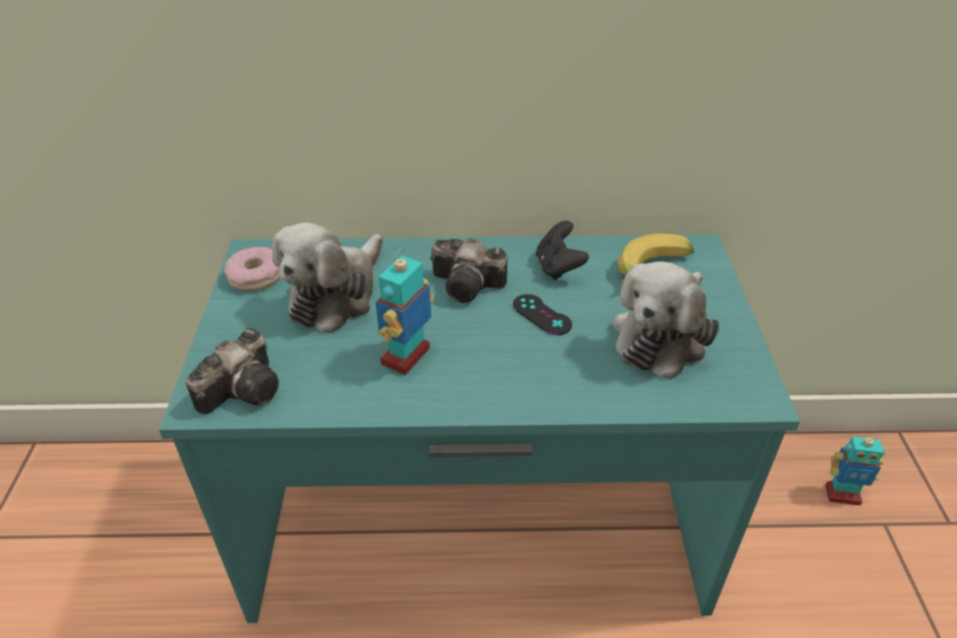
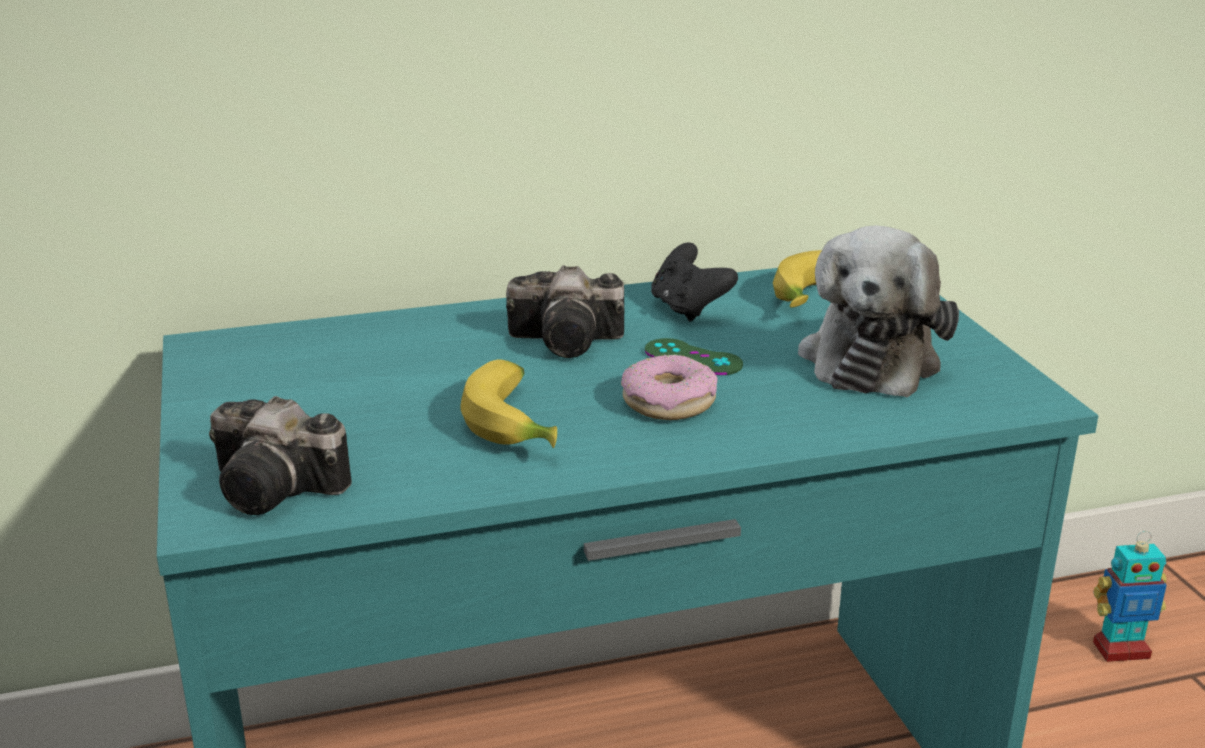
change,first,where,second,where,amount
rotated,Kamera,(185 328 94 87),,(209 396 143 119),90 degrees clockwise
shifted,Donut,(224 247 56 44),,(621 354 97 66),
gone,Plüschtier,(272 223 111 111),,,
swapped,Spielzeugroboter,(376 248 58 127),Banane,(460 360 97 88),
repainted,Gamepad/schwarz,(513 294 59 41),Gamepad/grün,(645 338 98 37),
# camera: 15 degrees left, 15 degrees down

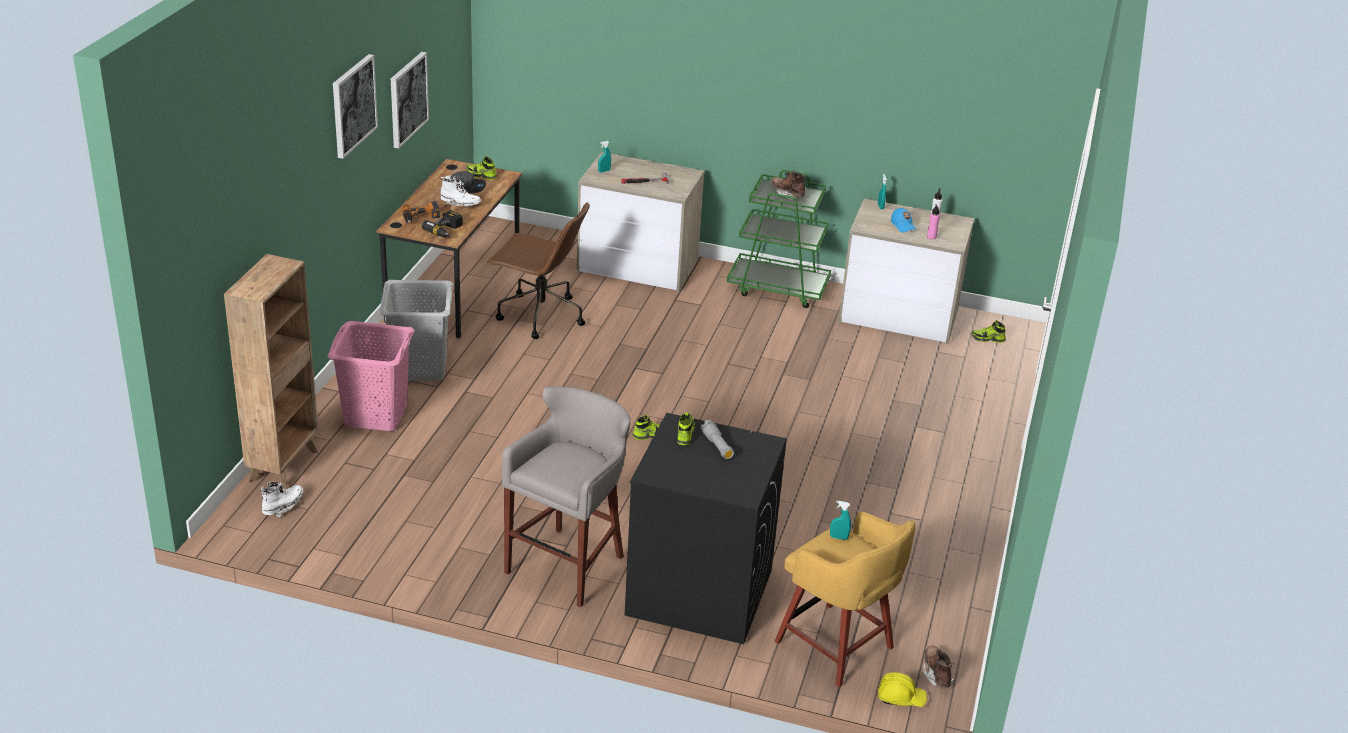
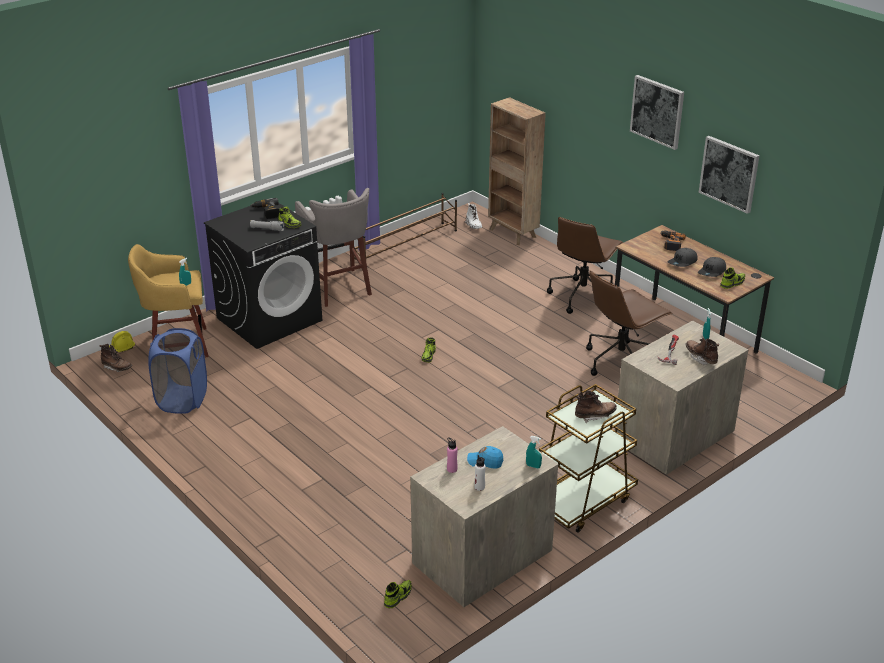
change,first,where,second,where,amount
gone,Wäschekorb/rosa,(327 321 88 110),,,
swapped,Wäschekorb/grau,(380 280 73 101),Bürostuhl/braun,(547 217 77 97),
shifted,Bohrmaschine,(422 210 41 27),,(250 198 29 21),
swapped,Stiefel/weiß,(440 176 42 32),Kappe/grau,(668 248 30 19),
repainted,Rollwagen/grün,(727 170 104 138),Rollwagen/braun,(539 384 99 149),
new,,,Wäschekorb/blau,(149 328 58 86),
new,,,Schuhregal/braun,(354 193 103 66),
new,,,Stiefel/braun,(685 338 34 27),
# camera: 125 degrees right, 0 degrees up

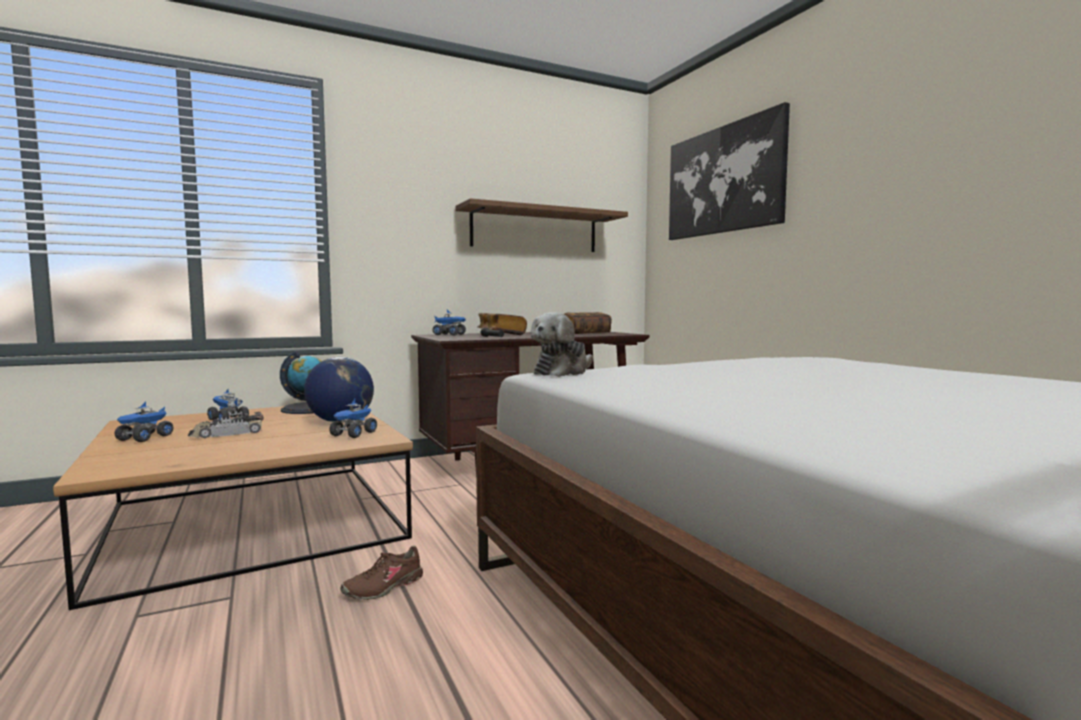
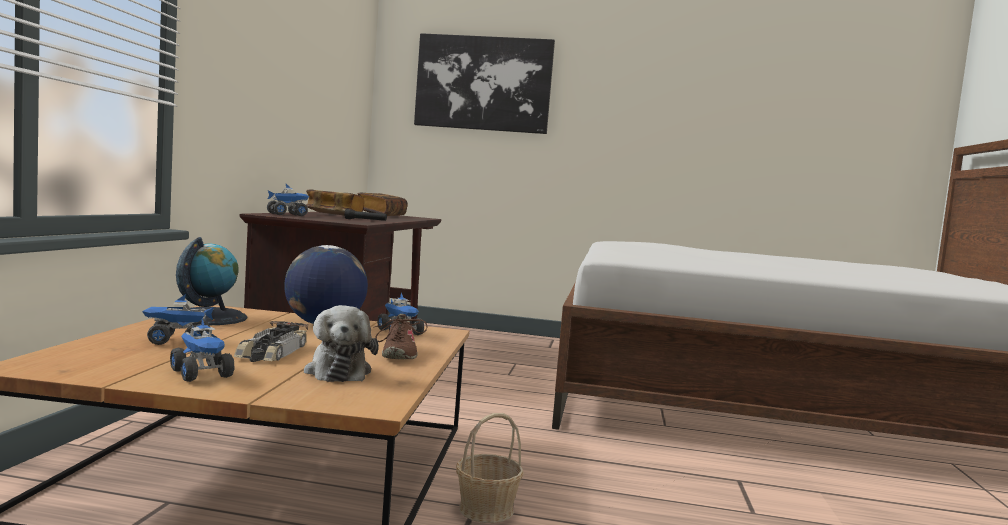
change,first,where,second,where,amount
shifted,Schuh/braun,(340 545 83 55),,(373 314 54 45),
gone,Wandregal/braun,(455 198 173 54),,,
shifted,Plüschtier,(531 312 62 65),,(304 305 75 77),
new,,,Korb,(456 413 68 110),
# camera: 55 degrees left, 0 degrees up

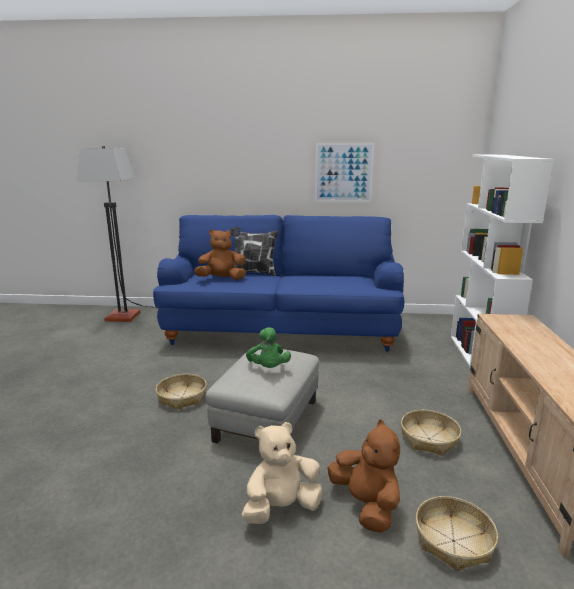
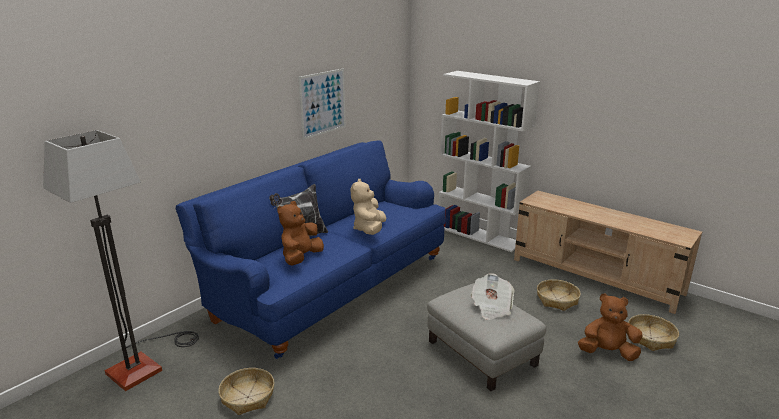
change,first,where,second,where,amount
shifted,Korb,(156 374 51 36),,(218 368 56 47),
shifted,Plüschtier/beige,(242 422 81 102),,(350 179 36 56),
swapped,Plüschtier/grün,(246 327 45 41),Zeitung,(471 273 44 47),
# camera: 55 degrees left, 5 degrees up

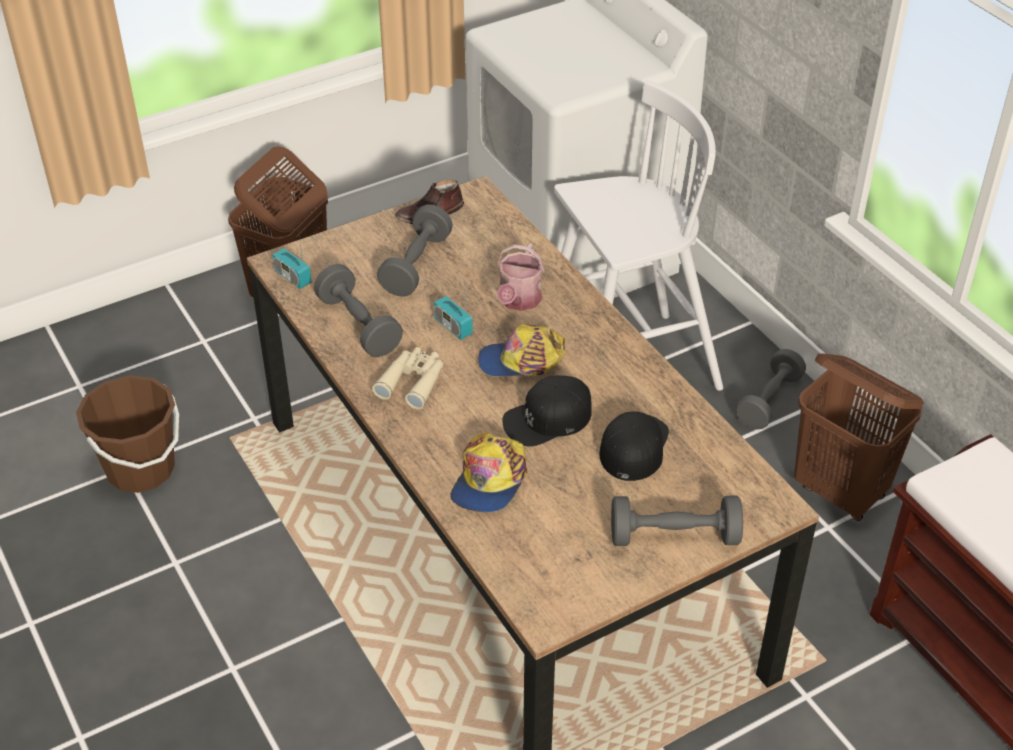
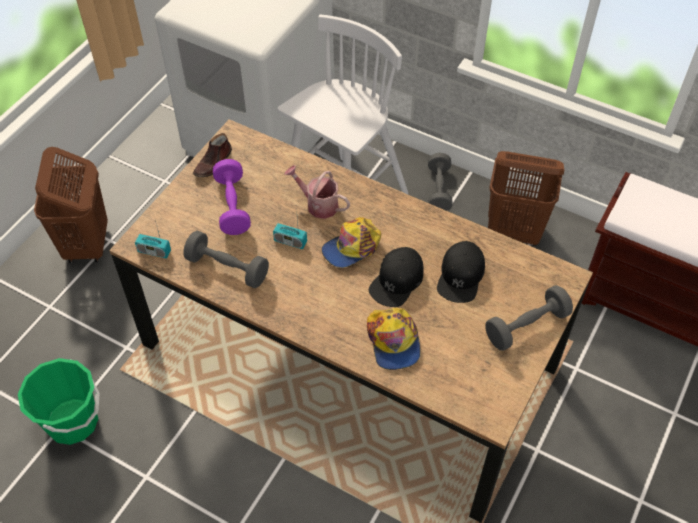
change,first,where,second,where,amount
repainted,Eimer/braun,(76 375 103 118),Eimer/grün,(18 358 81 87),
gone,Fernglas/beige,(372 347 71 62),,,
repainted,Hantel/grau,(377 204 76 93),Hantel/lila,(213 159 38 76),
rotated,Gießkanne,(497 243 48 68),,(285 165 65 54),135 degrees clockwise
rotated,Kappe/schwarz,(599 412 70 69),,(437 241 48 62),150 degrees counterclockwise
# camera: 30 degrees left, 10 degrees up

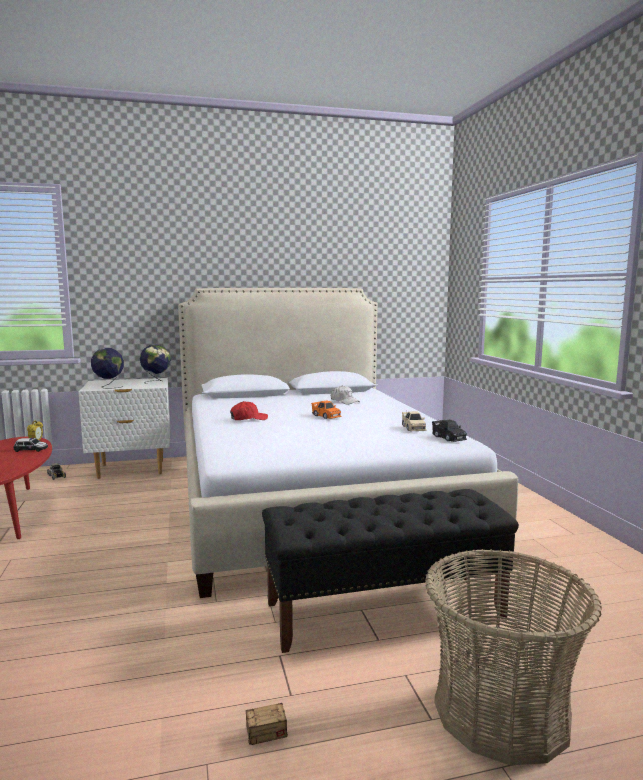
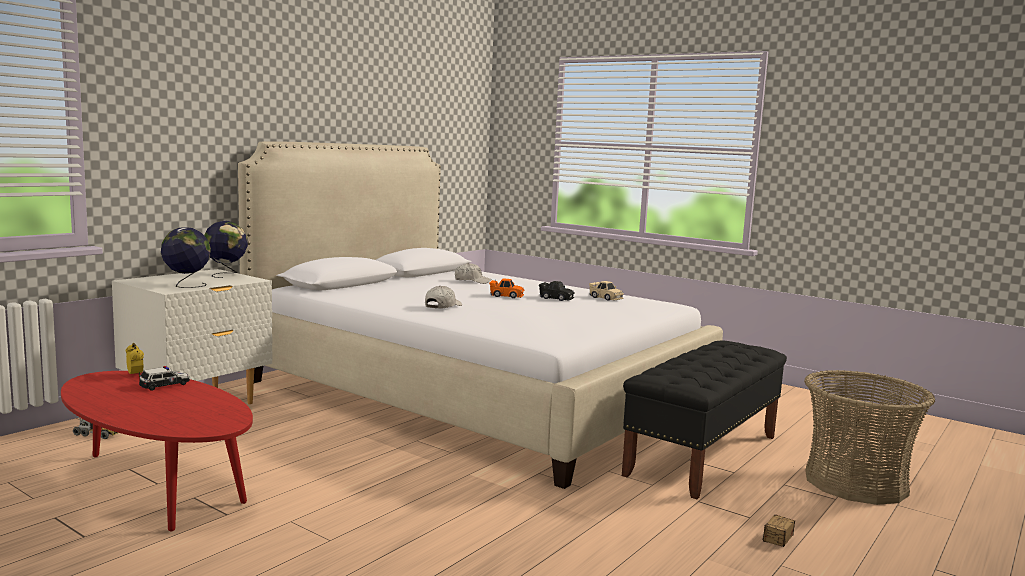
change,first,where,second,where,amount
repainted,Kappe/rot,(230 401 38 19),Kappe/weiß,(425 286 37 23),
shifted,Spielzeugauto/schwarz,(432 420 35 22),,(539 281 35 20),
# camera: 40 degrees left, 0 degrees up

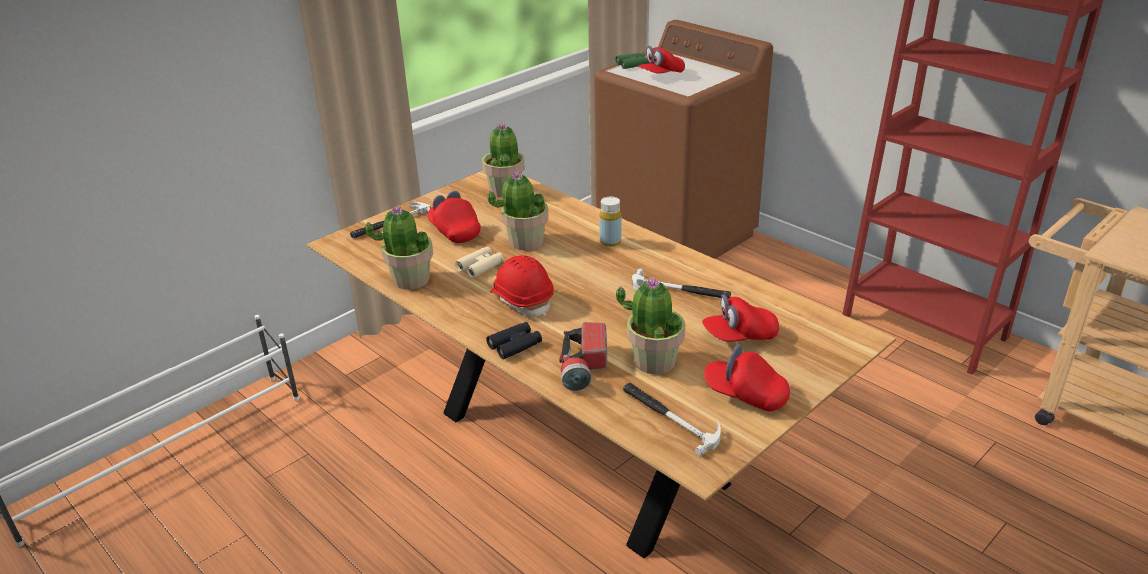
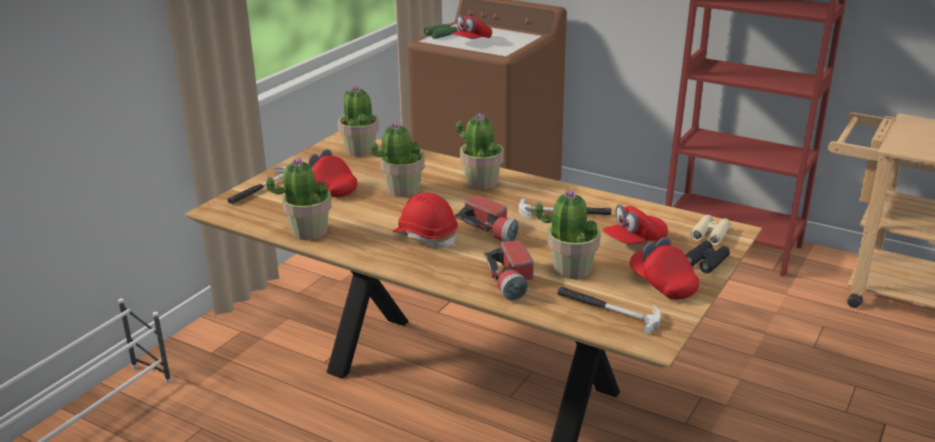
change,first,where,second,where,amount
shifted,Fernglas/beige,(455 246 49 32),,(690 215 41 30),
shifted,Fernglas/schwarz,(486 322 56 37),,(686 241 44 33),
swapped,Flasche/gelb,(599 197 22 50),Topfpflanze,(456 112 48 77),
rotated,Kappe/rot,(704 344 86 67),,(630 237 69 63),45 degrees clockwise
new,,,Taschenlampe,(455 195 64 47),
# camera: 15 degrees left, 5 degrees down

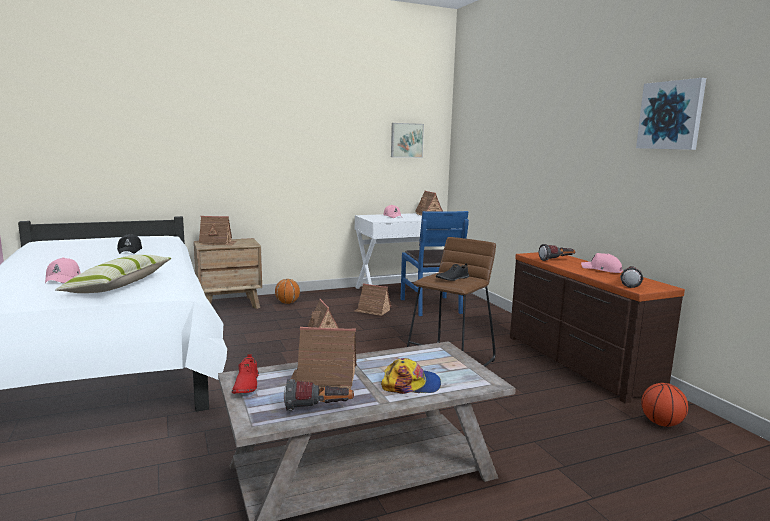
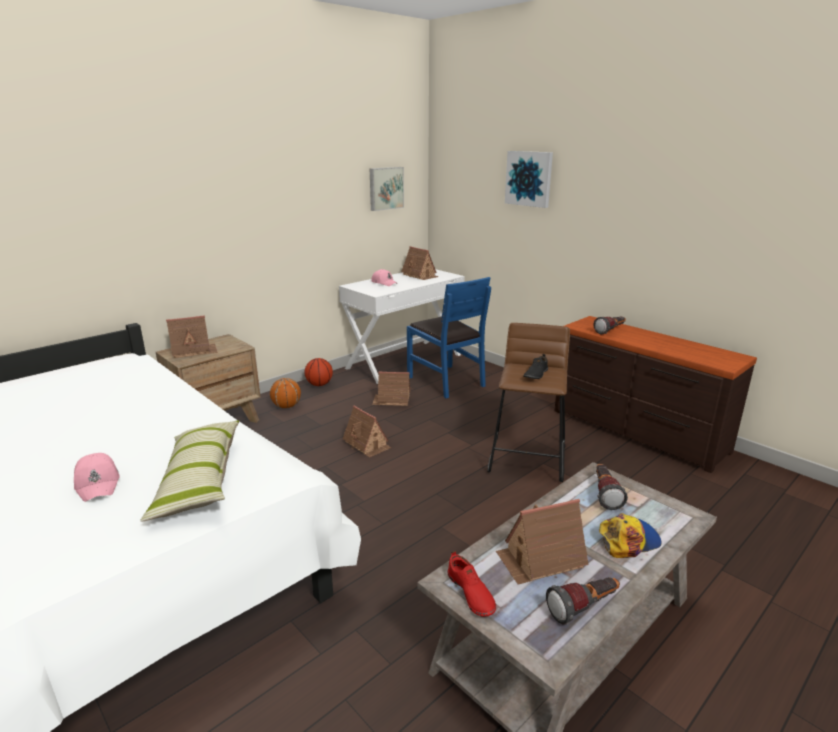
change,first,where,second,where,amount
gone,Kappe/schwarz,(117 234 25 20),,,
gone,Kappe/rosa,(581 253 42 20),,,
shifted,Taschenlampe,(620 266 23 22),,(596 464 32 46),
shifted,Bild,(636 78 70 72),,(505 151 48 57),
shifted,Basketball,(641 383 47 44),,(304 358 29 28),
# camera: 20 degrees left, 10 degrees up

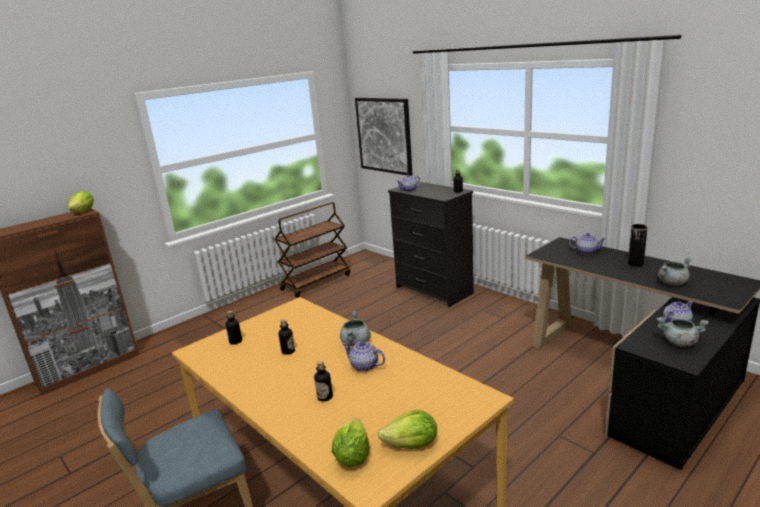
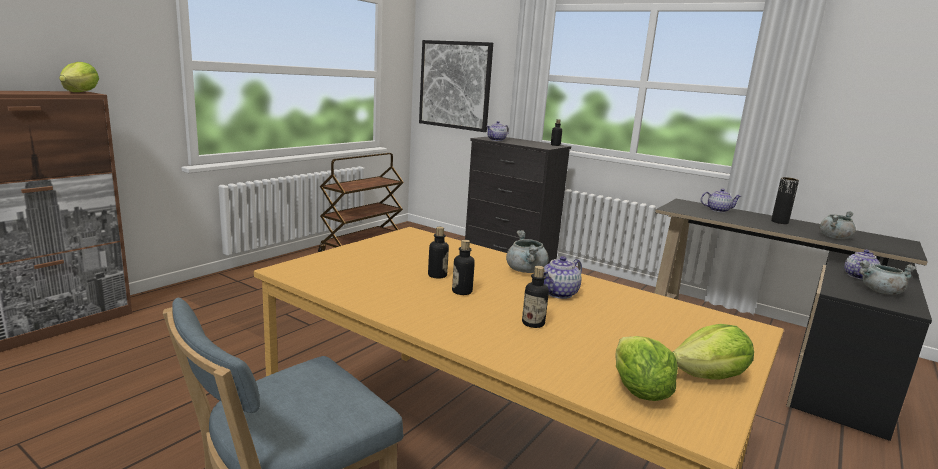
change,first,where,second,where,amount
shifted,Flasche,(226 311 16 33),,(452 240 23 55),
rotated,Teekanne,(342 341 43 31),,(543 256 39 43),60 degrees counterclockwise
# camera: 15 degrees left, 5 degrees down

